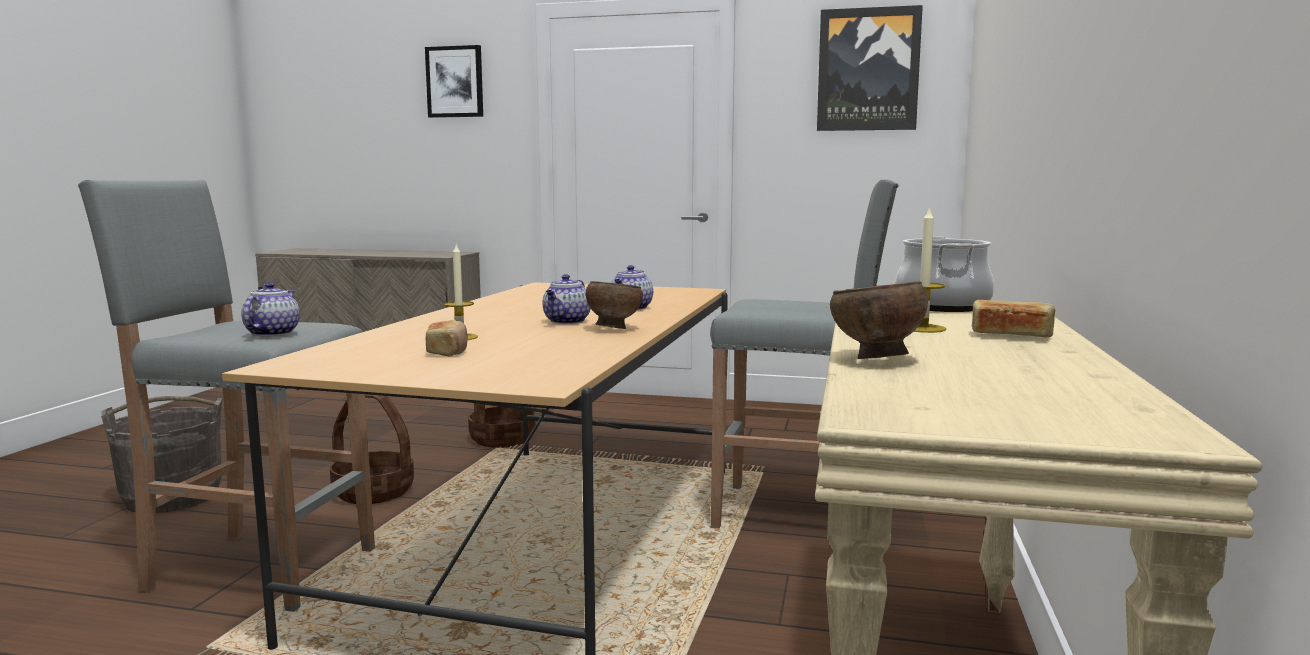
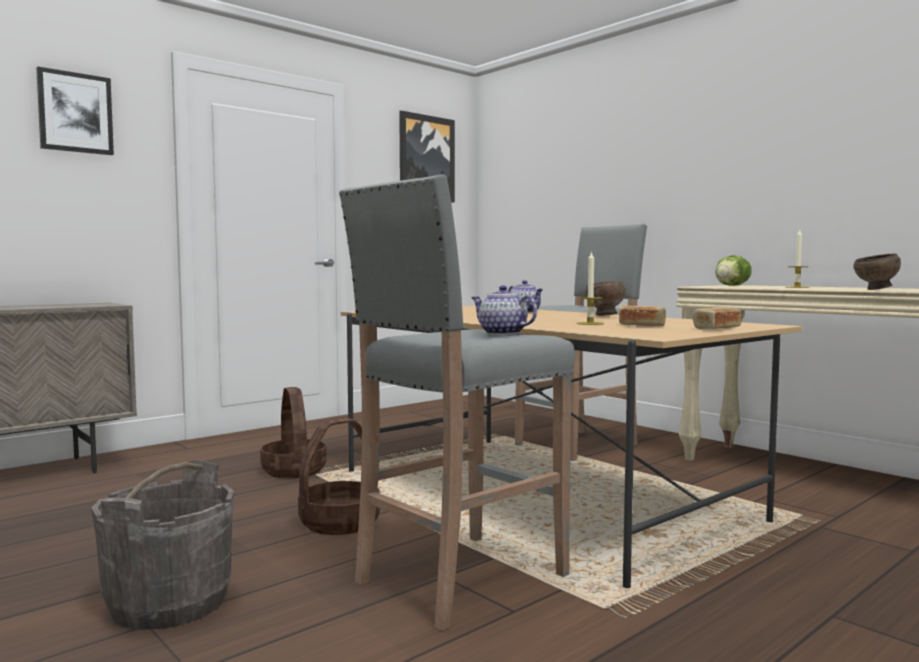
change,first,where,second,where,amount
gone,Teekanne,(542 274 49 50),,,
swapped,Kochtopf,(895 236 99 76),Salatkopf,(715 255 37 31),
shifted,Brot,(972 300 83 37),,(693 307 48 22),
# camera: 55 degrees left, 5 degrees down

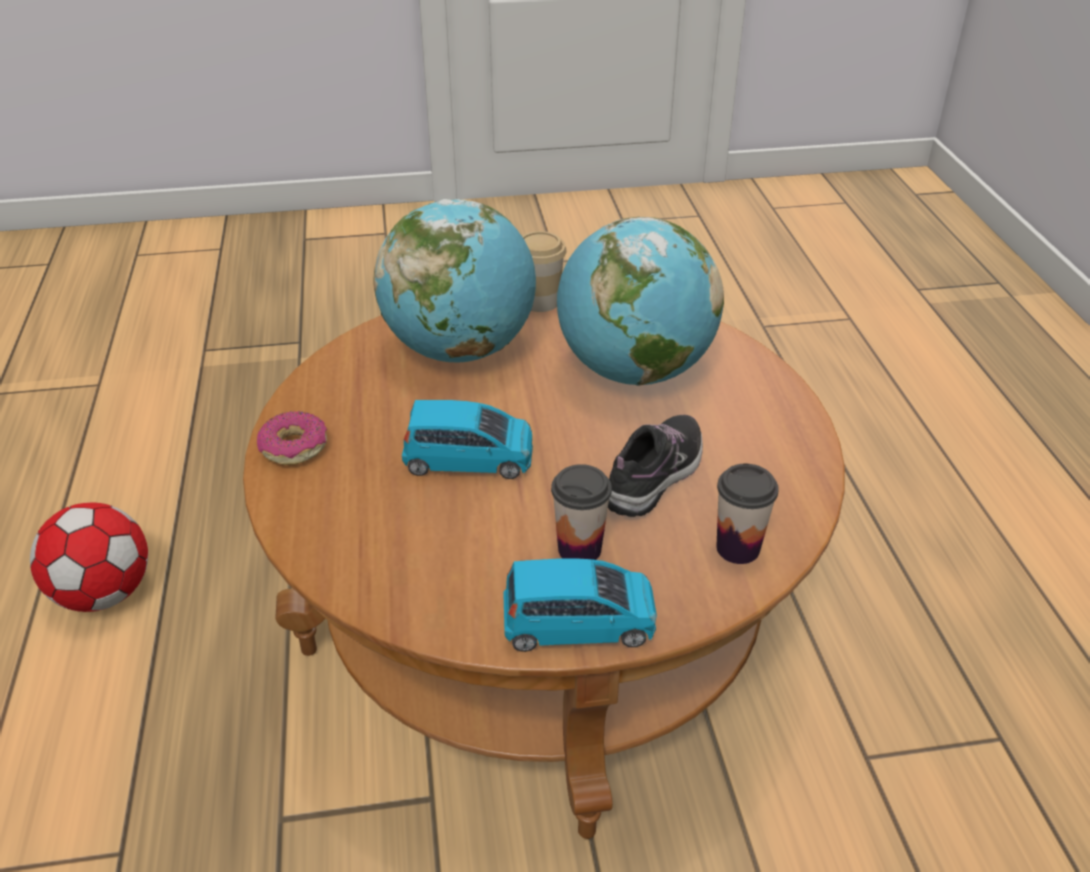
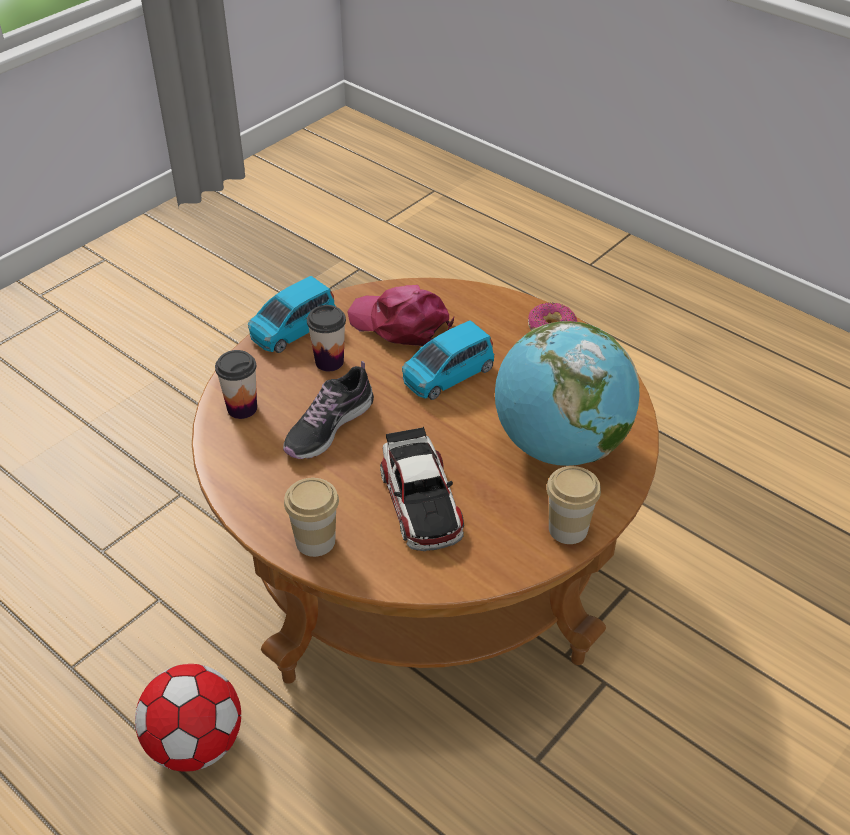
change,first,where,second,where,amount
shifted,Fußball,(30 503 118 109),,(135 664 106 108),
swapped,Globus,(557 217 167 169),Spielzeugauto,(380 426 84 125),
rotated,Schuh,(608 415 95 102),,(283 361 91 98),45 degrees clockwise
new,,,Tasse,(284 478 55 79),
new,,,Kappe/rosa,(347 285 107 61),
# camera: 140 degrees right, 5 degrees up

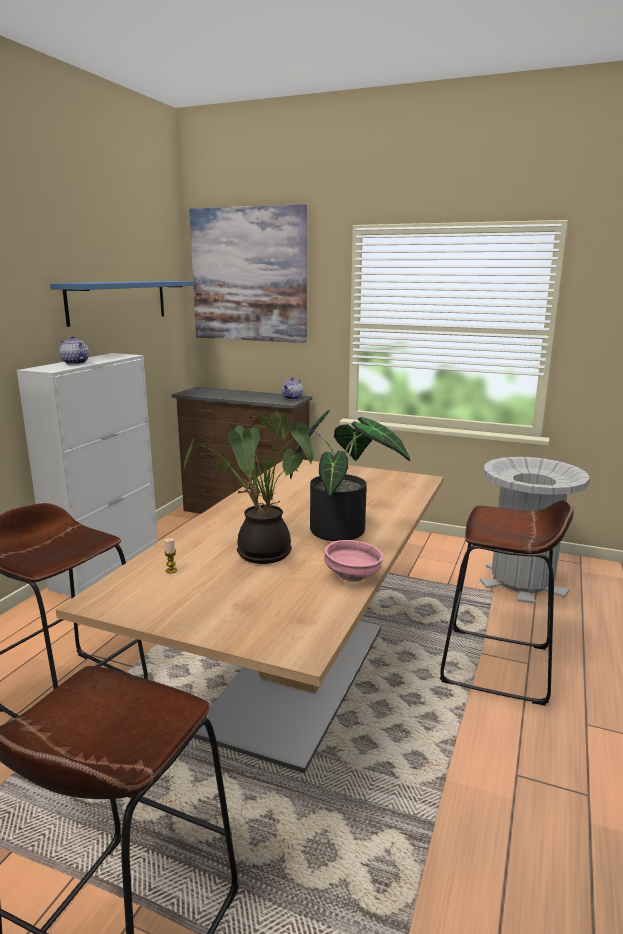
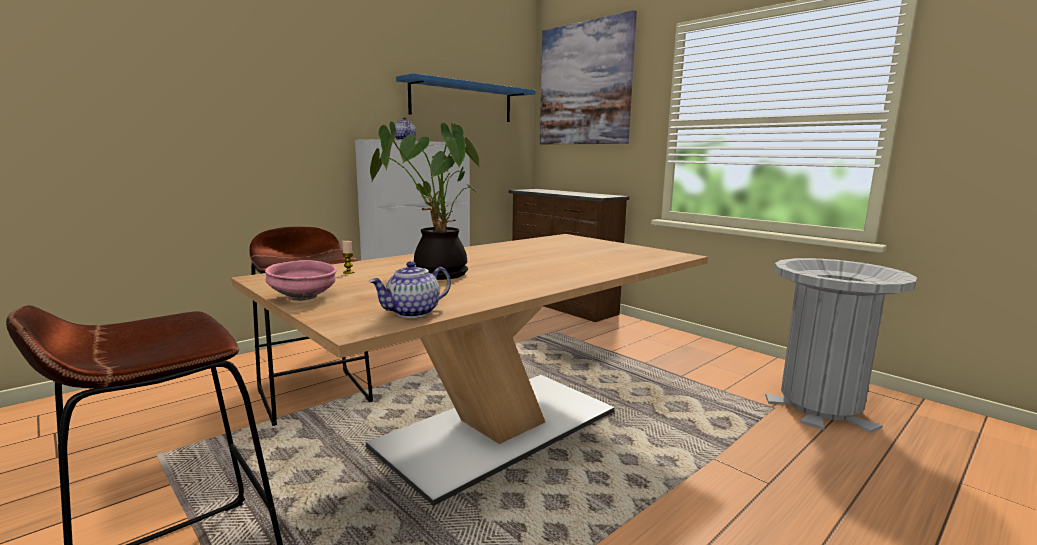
change,first,where,second,where,amount
shifted,Teekanne,(282 377 21 23),,(369 261 82 57),
gone,Topfpflanze,(290 410 120 131),,,
shifted,Schüssel/rosa,(324 540 59 42),,(265 260 72 41),
gone,Hocker/braun,(440 500 134 206),,,
# camera: 25 degrees right, 5 degrees down

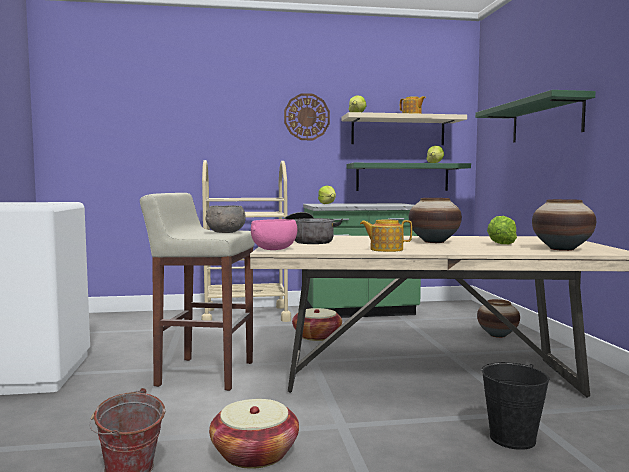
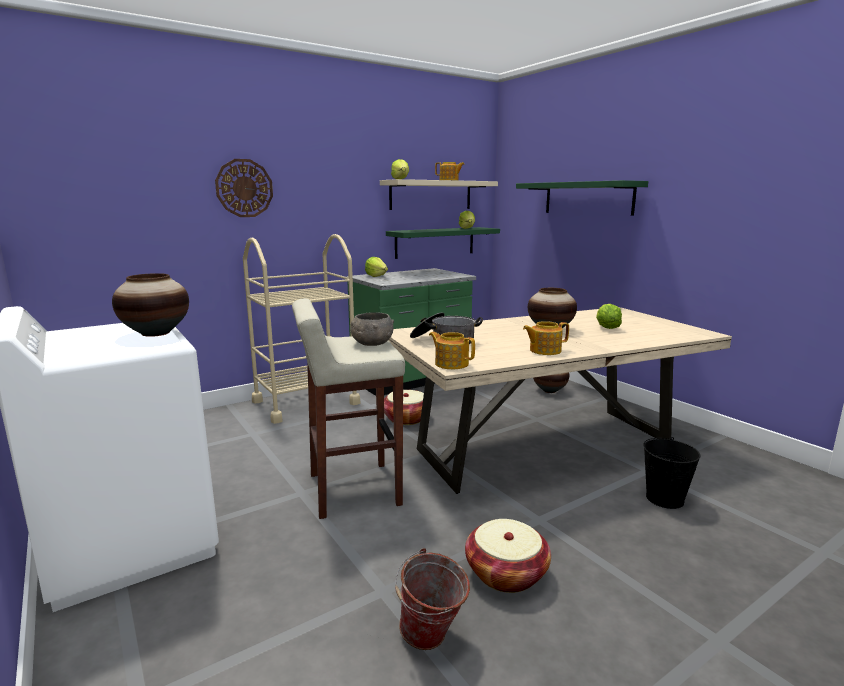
change,first,where,second,where,amount
swapped,Schüssel/rosa,(251 219 46 31),Teekanne,(429 332 46 37),
shifted,Wanduhr,(284 93 46 47),,(215 159 58 58),
shifted,Vase,(532 199 64 52),,(112 273 77 64),
# camera: 25 degrees left, 10 degrees up

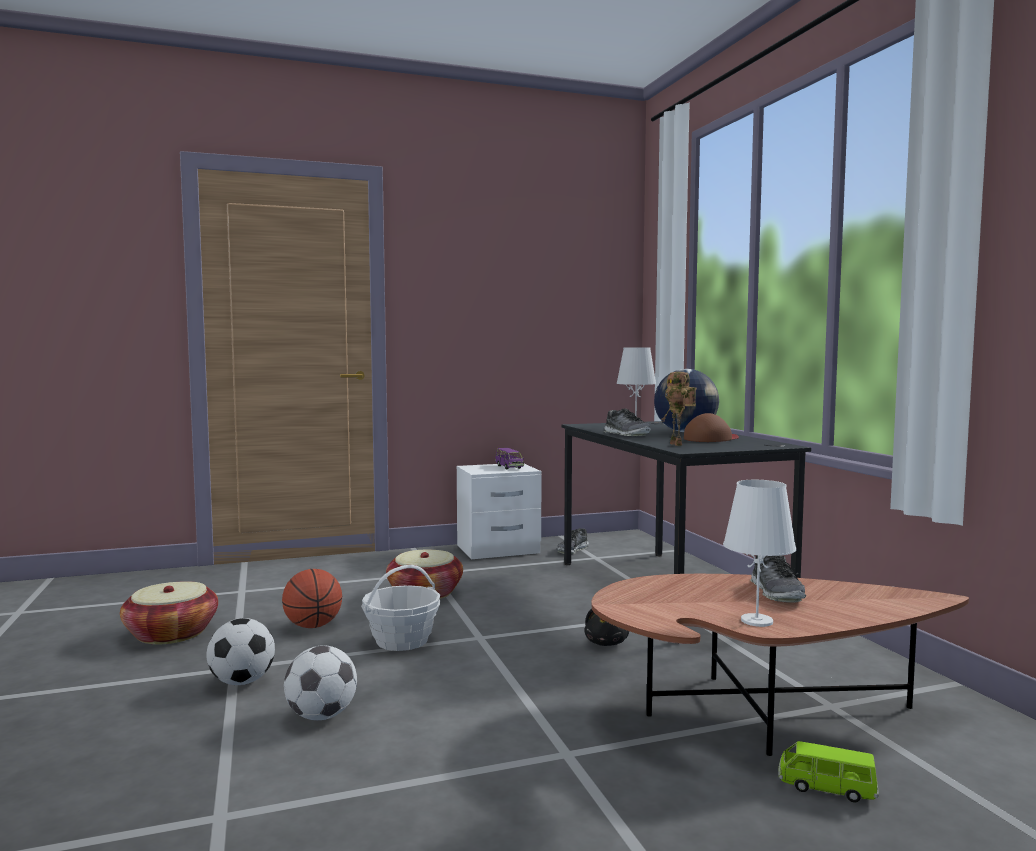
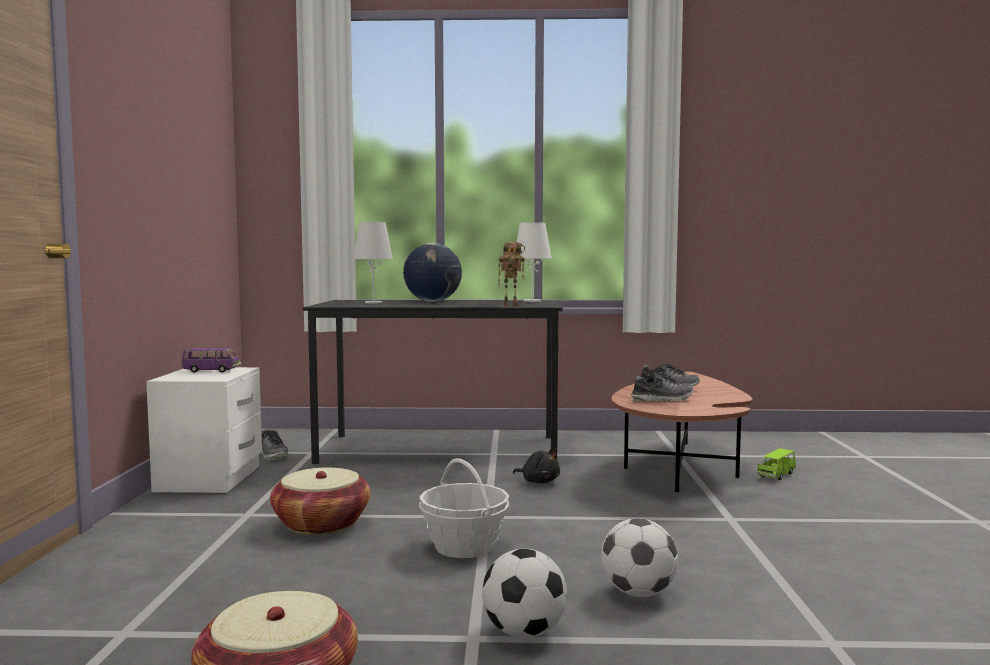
change,first,where,second,where,amount
gone,Basketball,(282 569 60 59),,,
shifted,Schuh,(604 408 47 28),,(631 372 63 30),
gone,Kappe/braun,(684 413 55 29),,,
shifted,Tischlampe/weiß,(723 480 74 147),,(517 222 35 80),
# camera: 70 degrees left, 0 degrees up

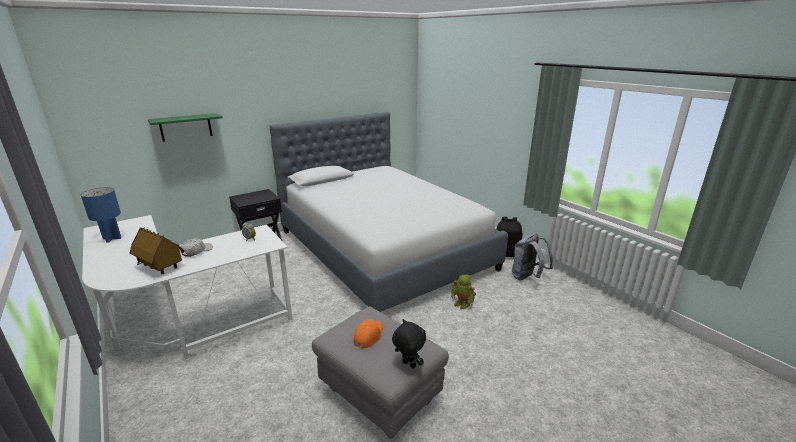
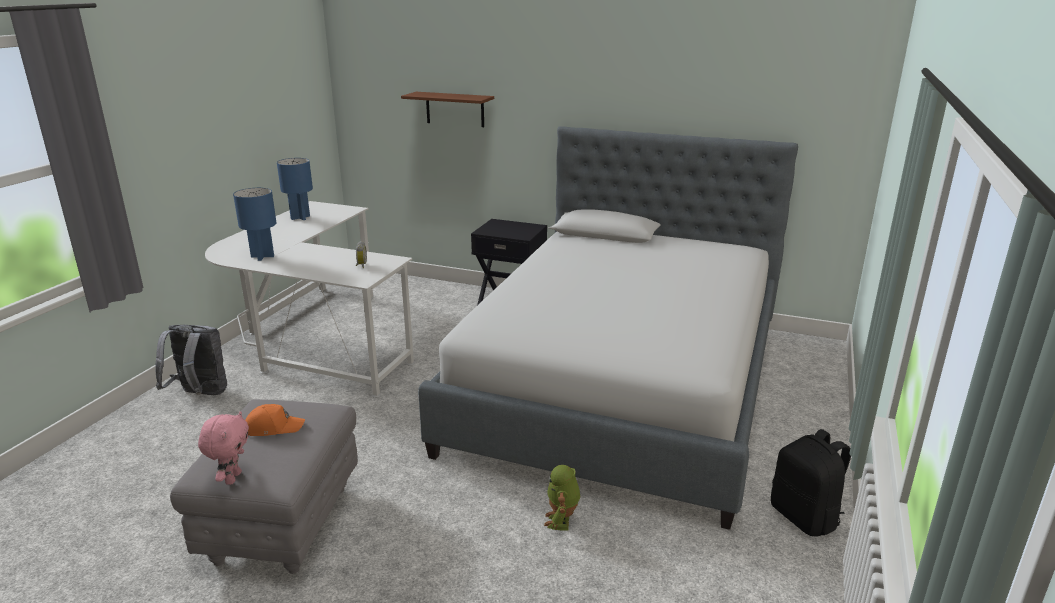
change,first,where,second,where,amount
swapped,Spielzeughaus,(130 227 54 47),Tischlampe/blau,(233 188 43 73),
repainted,Wandregal/grün,(148 113 75 29),Wandregal/braun,(401 92 93 35),
gone,Kappe/weiß,(180 239 33 18),,,
repainted,Plüschtier/schwarz,(392 319 34 50),Plüschtier/rosa,(198 411 51 74),
shifted,Rucksack/grau,(512 233 41 47),,(155 325 72 70),
# camera: 55 degrees right, 0 degrees up

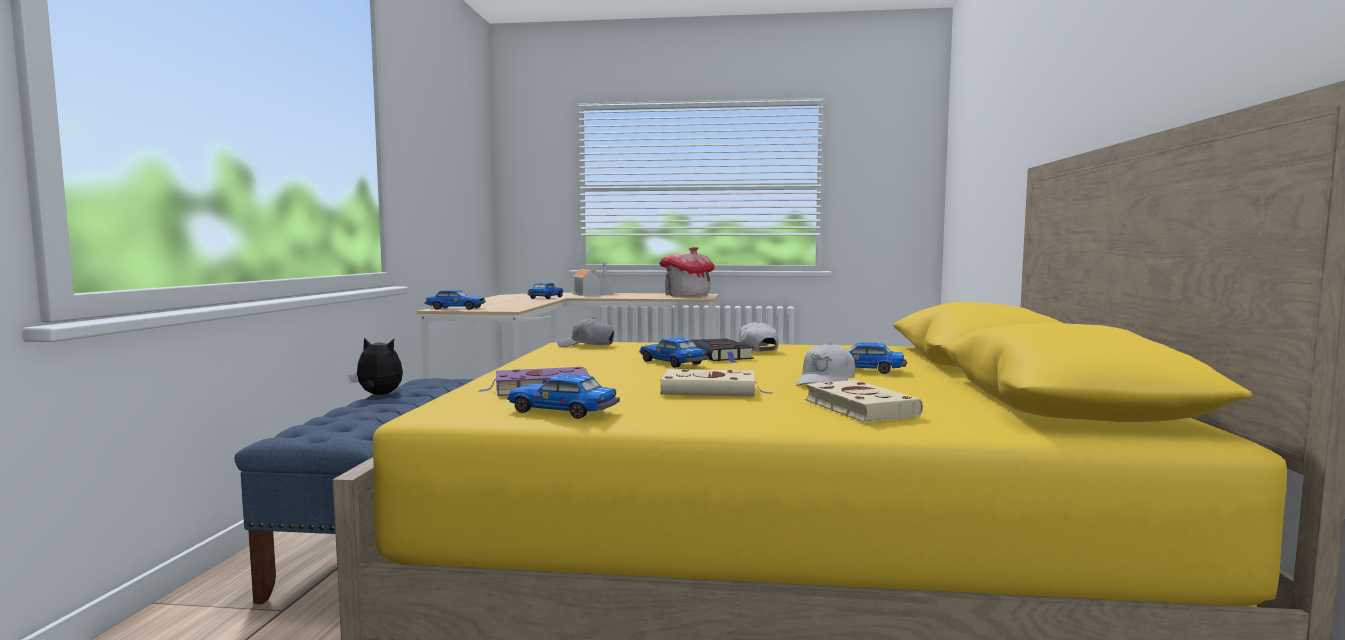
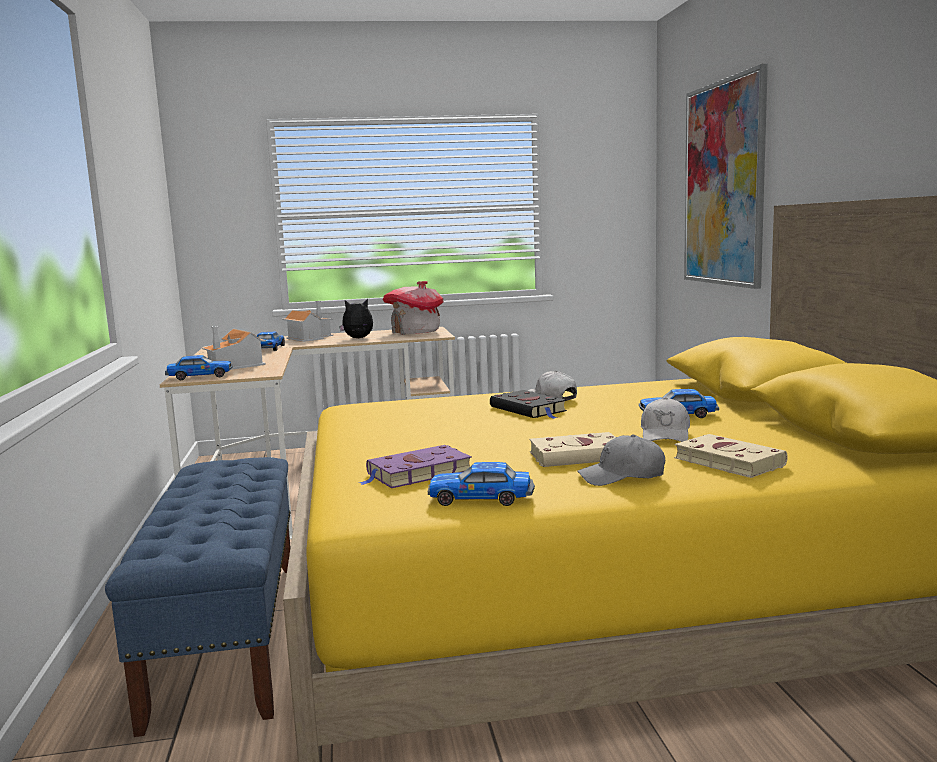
change,first,where,second,where,amount
shifted,Plüschtier,(348 338 55 57),,(339 299 34 39),
shifted,Kappe/grau,(557 317 57 30),,(578 434 87 52),
gone,Spielzeugauto,(640 337 69 31),,,
new,,,Spielzeughaus,(202 326 64 44),
new,,,Bild,(684 64 84 225),
# camera: 15 degrees left, 5 degrees up

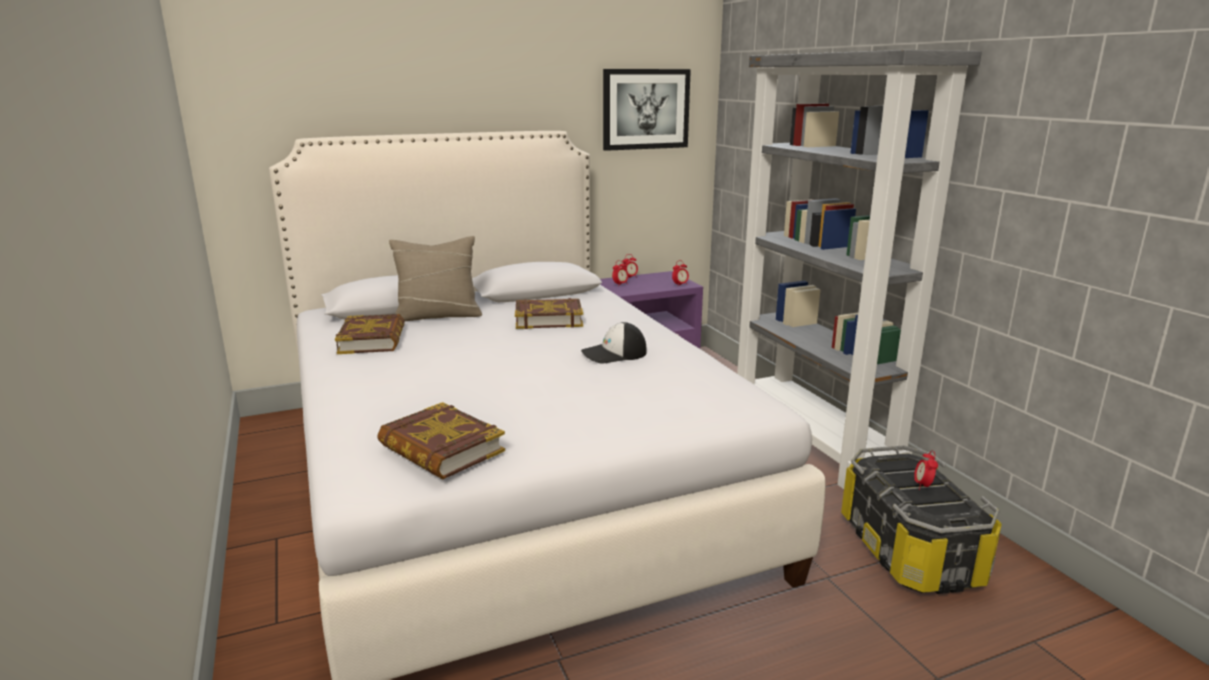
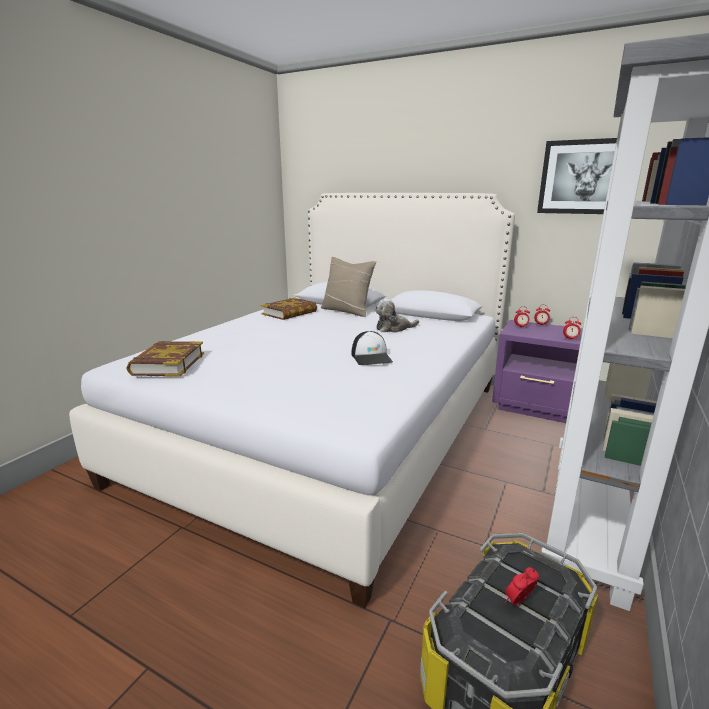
change,first,where,second,where,amount
swapped,Buch,(515 298 68 31),Plüschtier,(375 299 44 33),
rotated,Kappe,(581 322 66 41),,(351 331 42 34),135 degrees counterclockwise
# camera: 50 degrees right, 0 degrees up

